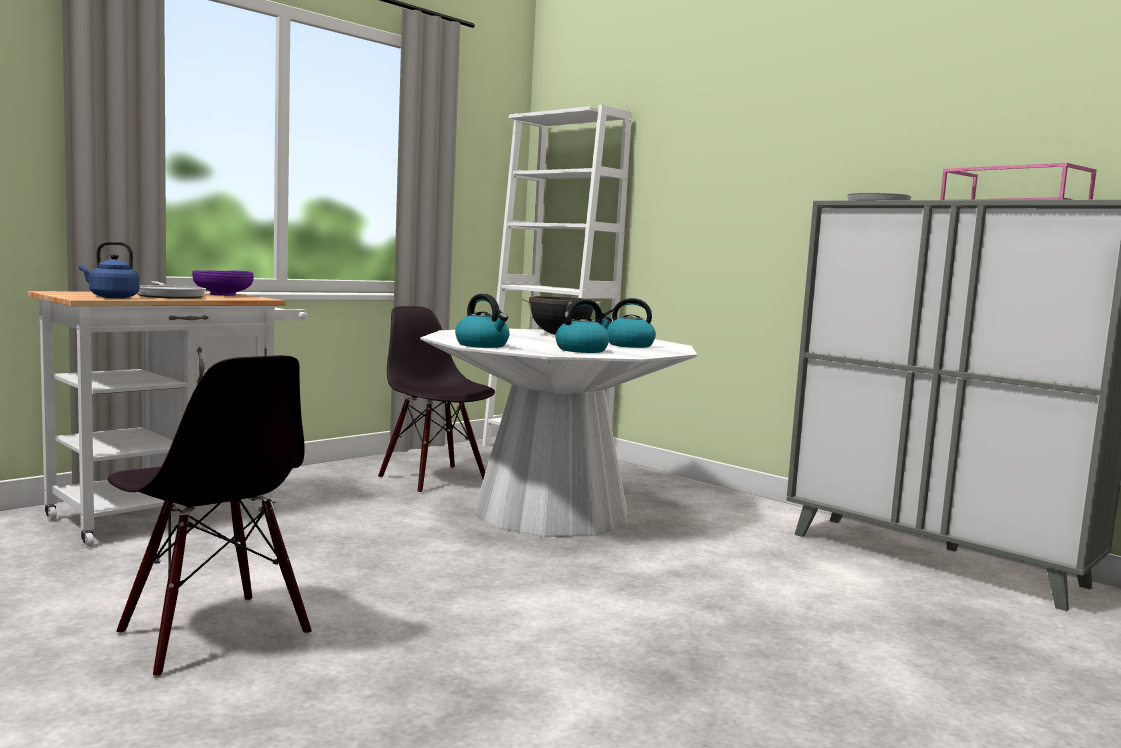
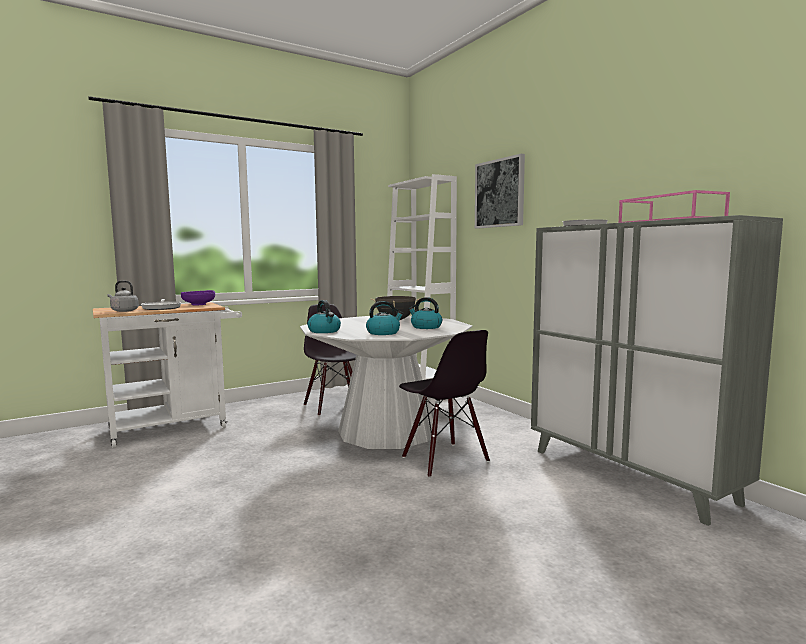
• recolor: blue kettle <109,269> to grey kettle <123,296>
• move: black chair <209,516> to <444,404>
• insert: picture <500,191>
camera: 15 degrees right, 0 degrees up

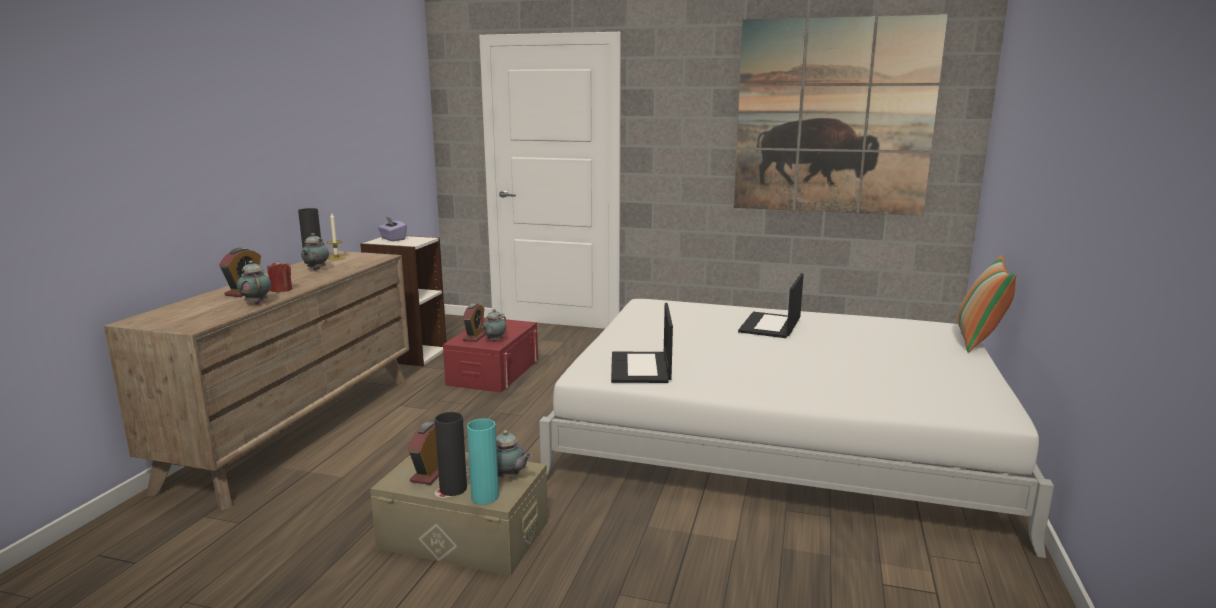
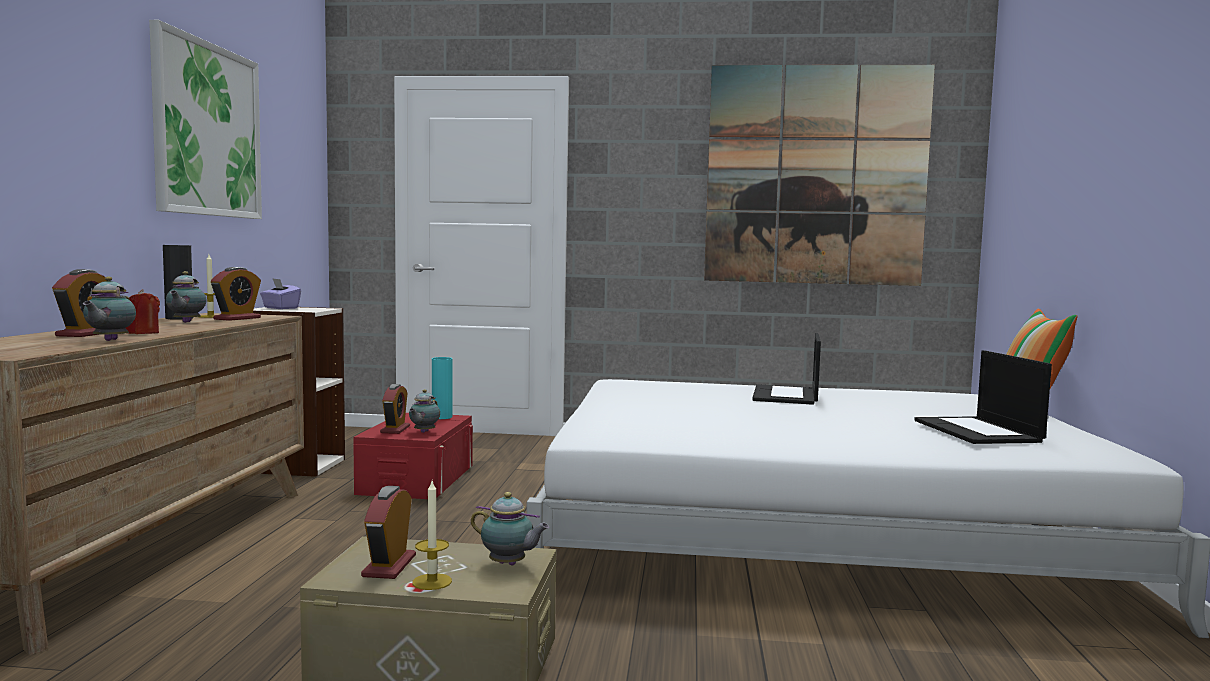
• rotate: teapot <254,282> = <109,308> 135 degrees counterclockwise
• insert: picture <205,119>
• insert: alarm clock <236,294>
• replace: black vase <451,454> to candle <432,535>
• move: turquoise vase <483,462> to <442,388>
• move: laptop <642,343> to <983,397>
camera: 10 degrees left, 10 degrees down

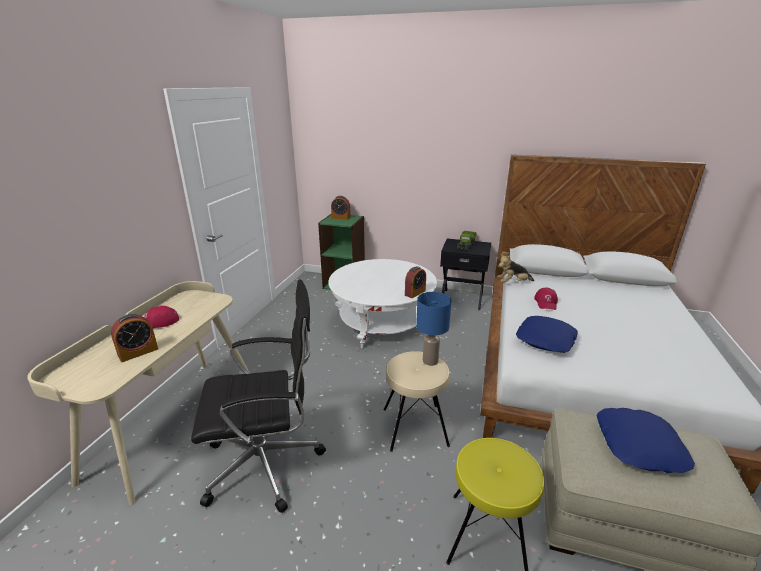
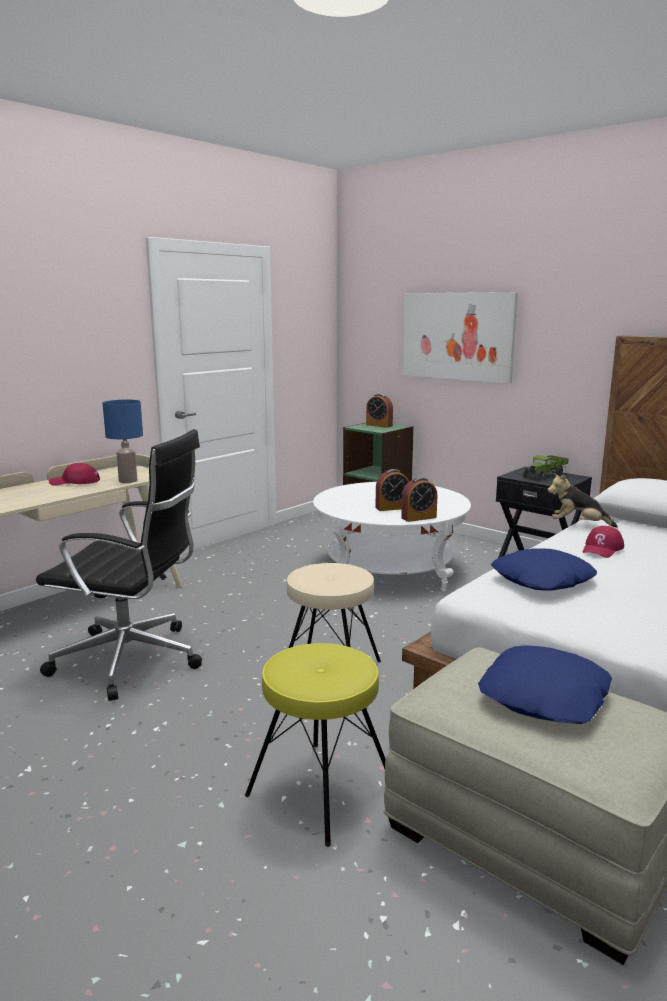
• move: blue table lamp <433,329> to <123,441>
• move: alarm clock <134,338> to <392,490>
• insert: picture <460,338>
camera: 25 degrees right, 10 degrees down

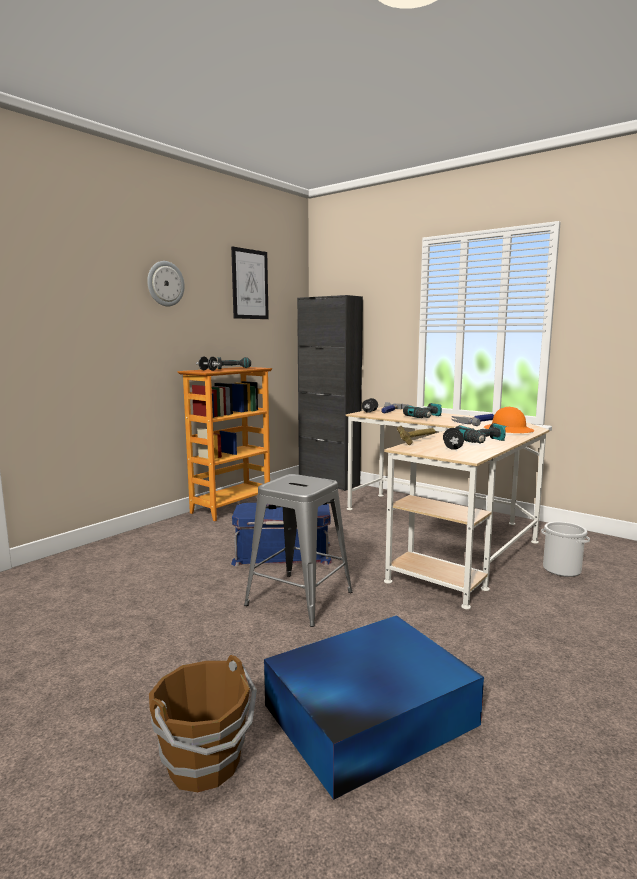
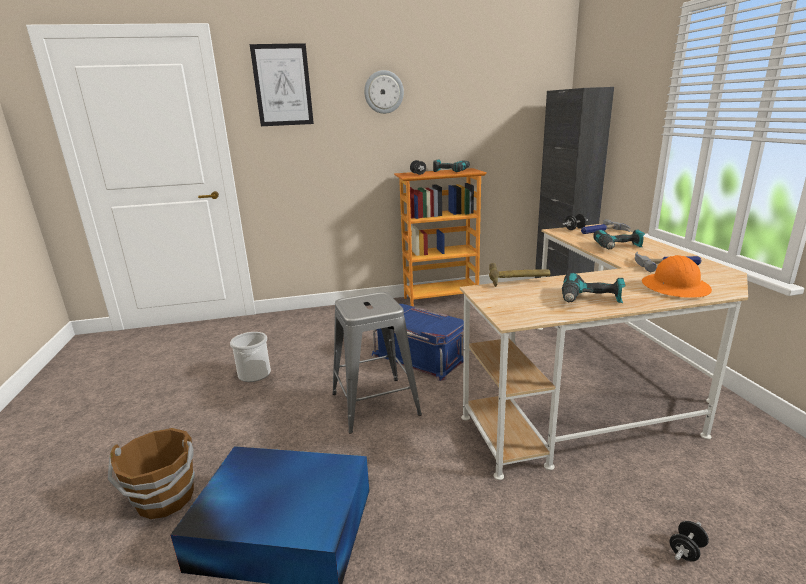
• move: bucket <565,549> to <250,357>
• move: picture <250,282> to <282,84>
• move: black dumbbell <453,439> to <689,541>
camera: 40 degrees right, 10 degrees up

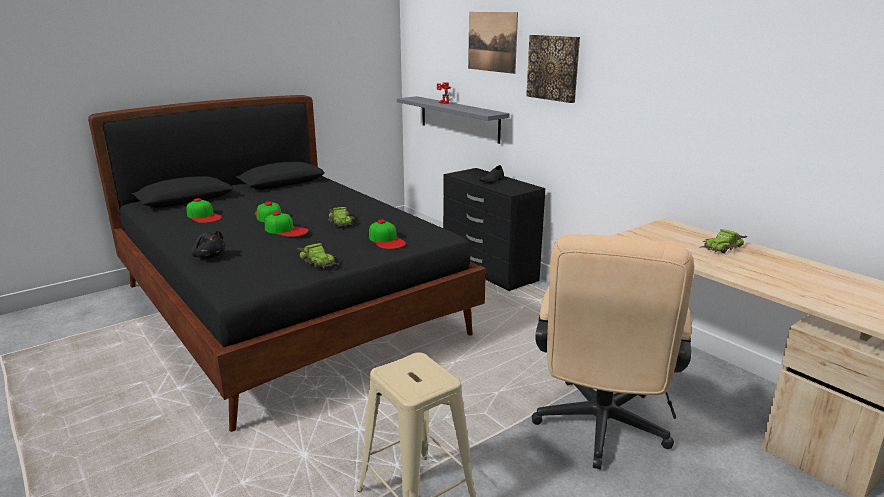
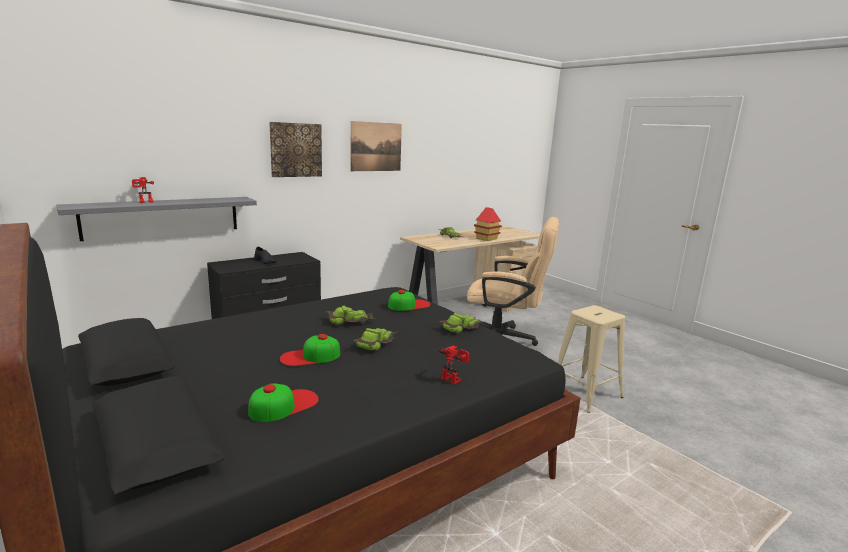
• move: picture <493,43> to <376,146>
• replace: cap <286,224> to toy car <375,339>
• replace: black plush toy <208,244> to toy robot <454,365>
• insert: toy house <488,224>
camera: 90 degrees left, 5 degrees down

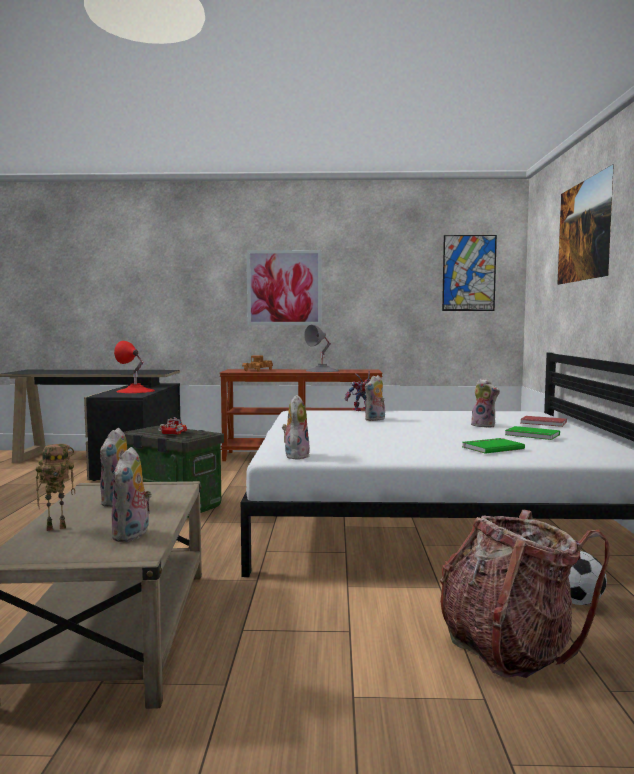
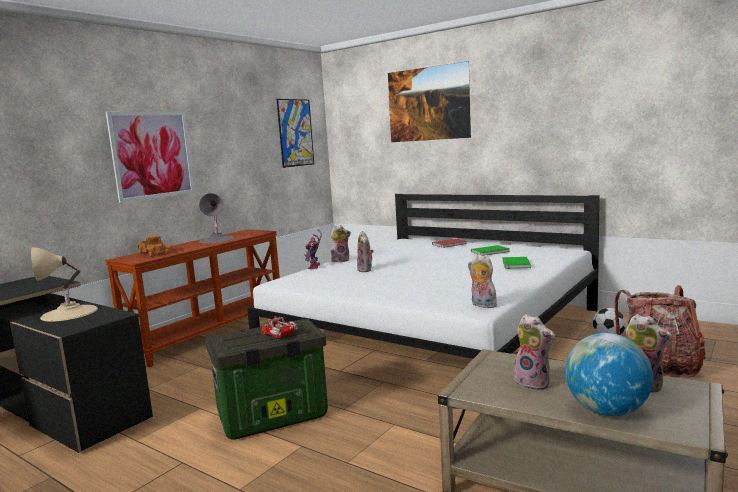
• recolor: red table lamp <134,367> to beige table lamp <64,284>
• move: plush toy <485,403> to <341,243>
• replace: toy robot <55,487> to globe <609,374>
camera: 55 degrees left, 5 degrees up

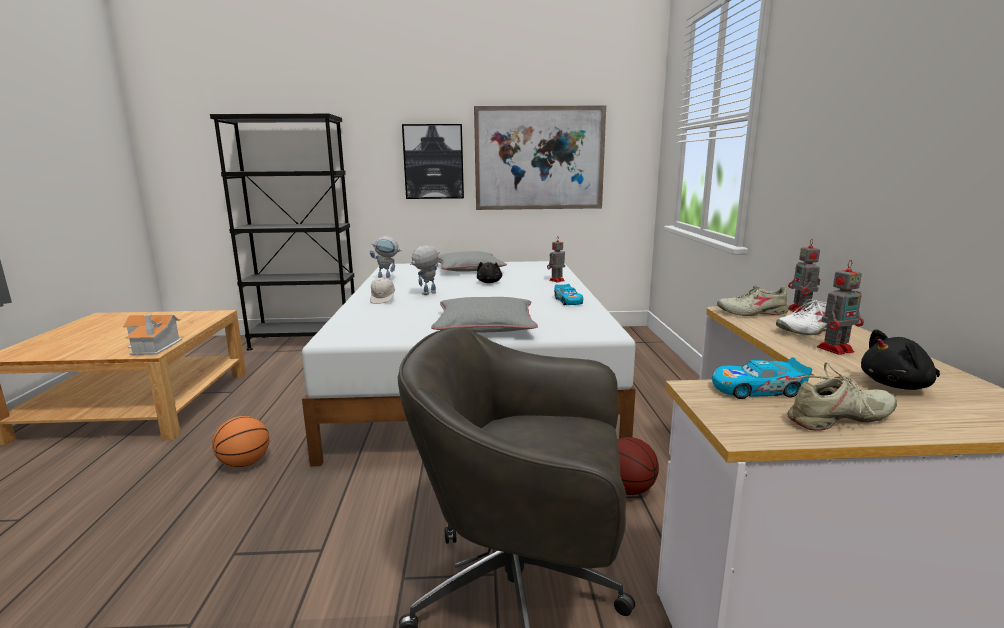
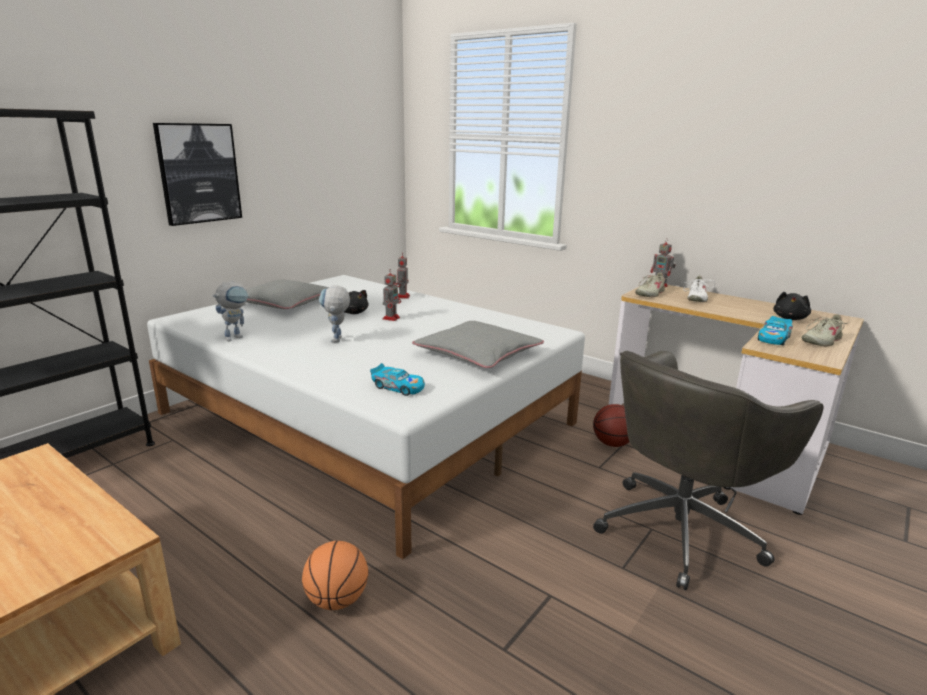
• move: toy car <568,294> to <397,379>
• move: toy robot <840,307> to <392,295>
• rotate: beige shoe <842,396> = <825,330> 150 degrees counterclockwise
• delete: toy house <152,334>
• delete: white cap <382,290>
• delete: picture <540,158>
camera: 50 degrees left, 5 degrees up

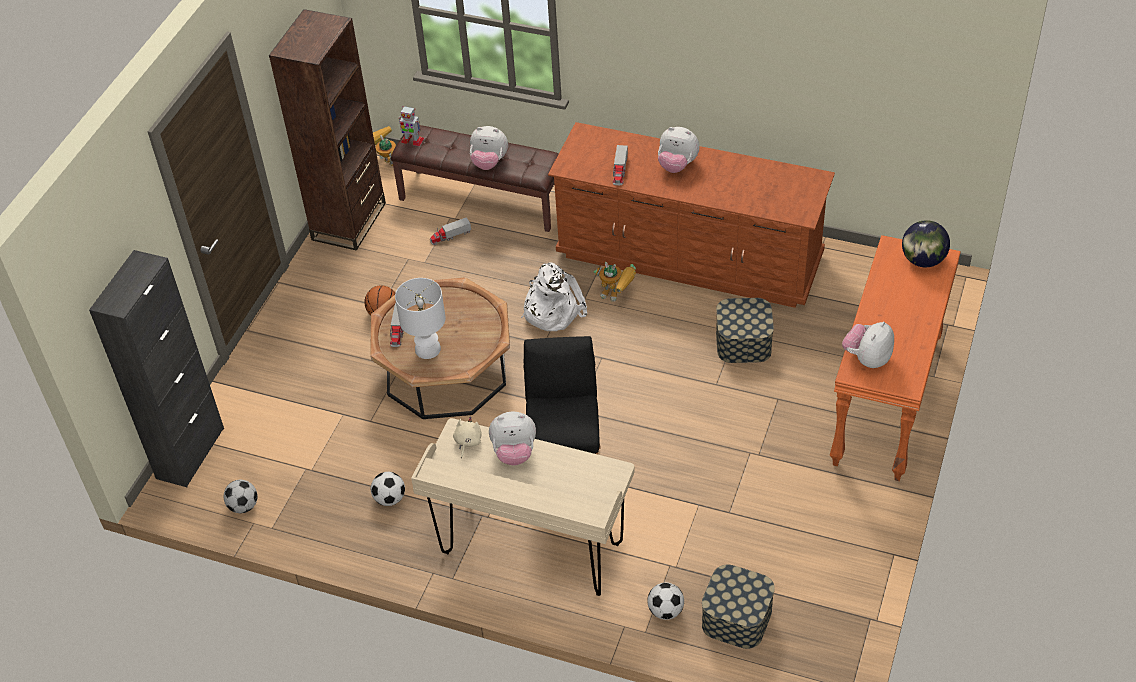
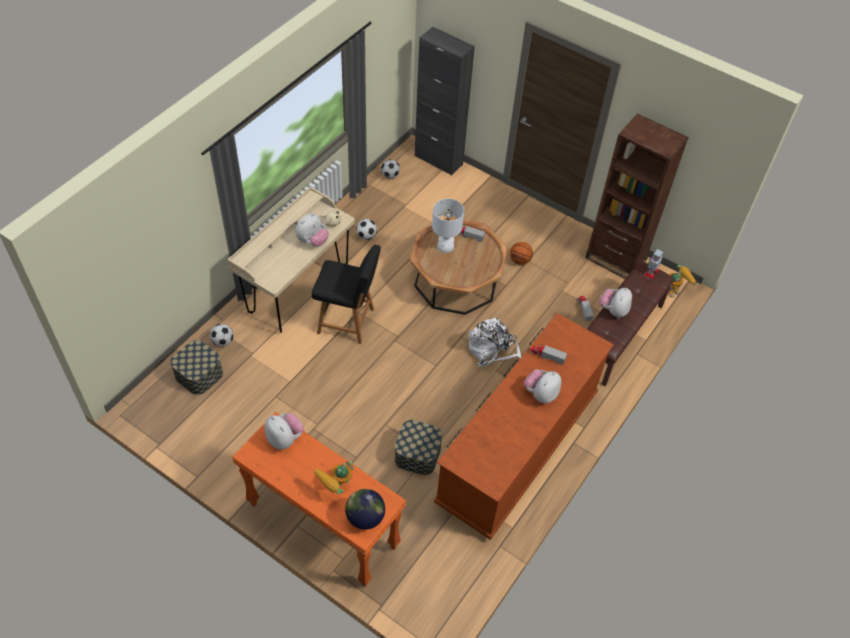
• rotate: plush toy <512,439> = <312,229> 150 degrees counterclockwise
• move: toy robot <615,282> to <334,477>
camera: 100 degrees right, 5 degrees up

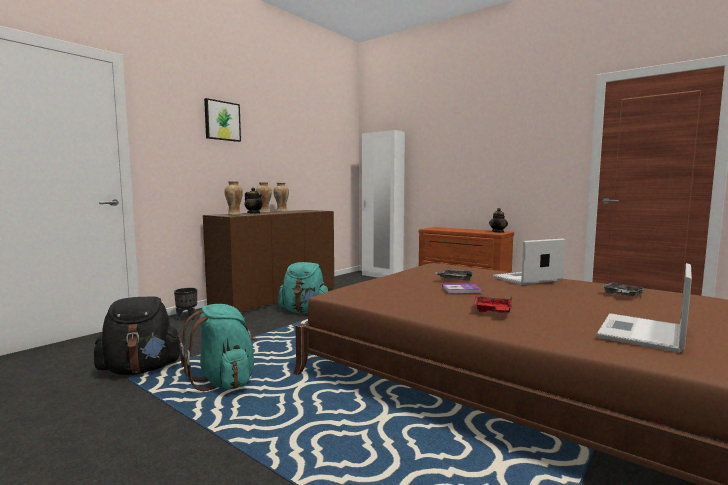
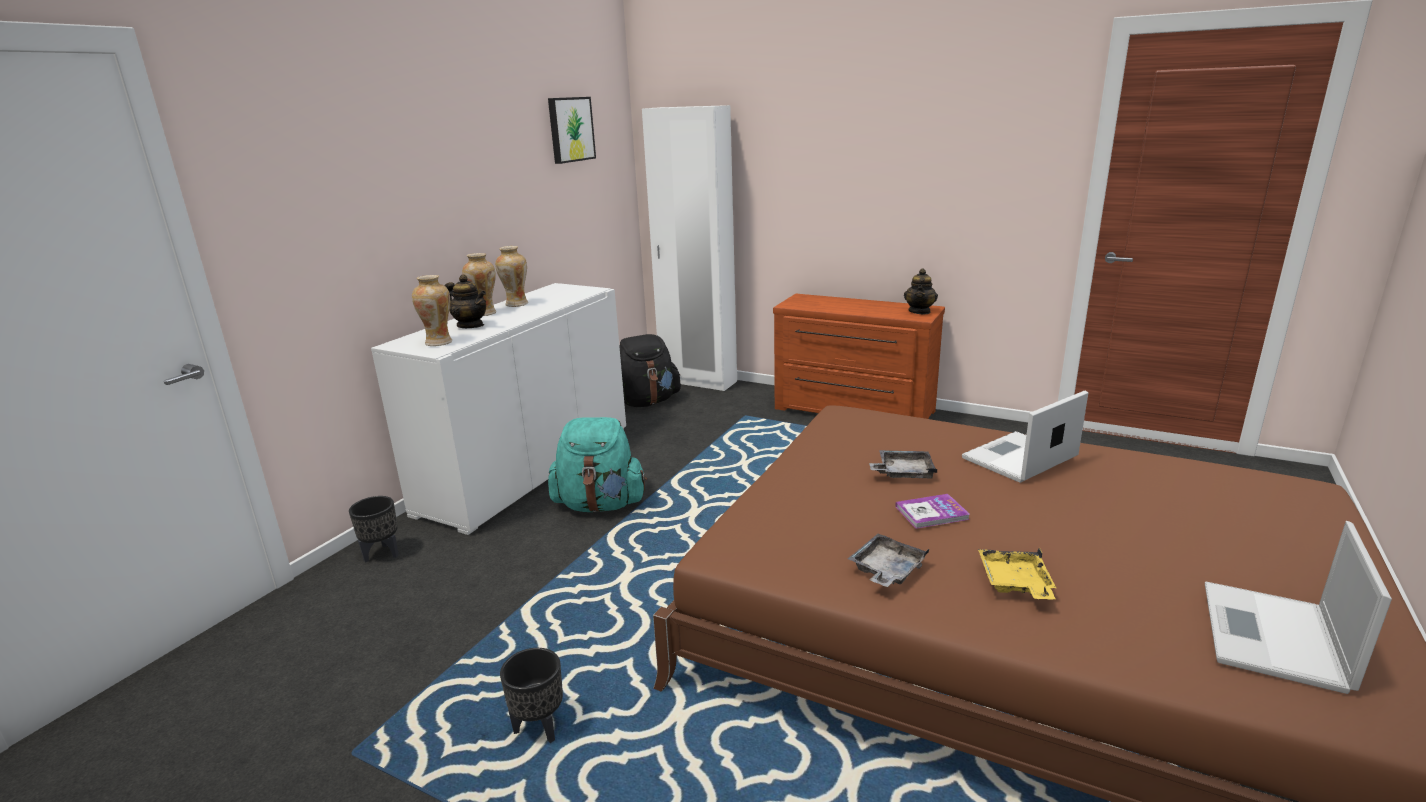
• recolor: brown cabinet <268,261> to white cabinet <498,409>
• replace: turquoise backpack <218,347> to black planter <531,695>
• move: picture <222,120> to <572,130>
• move: black backpack <138,336> to <650,370>
• move: grey tray <624,289> to <888,560>
• recolor: red tray <493,304> to yellow tray <1017,573>
camera: 10 degrees left, 15 degrees up

